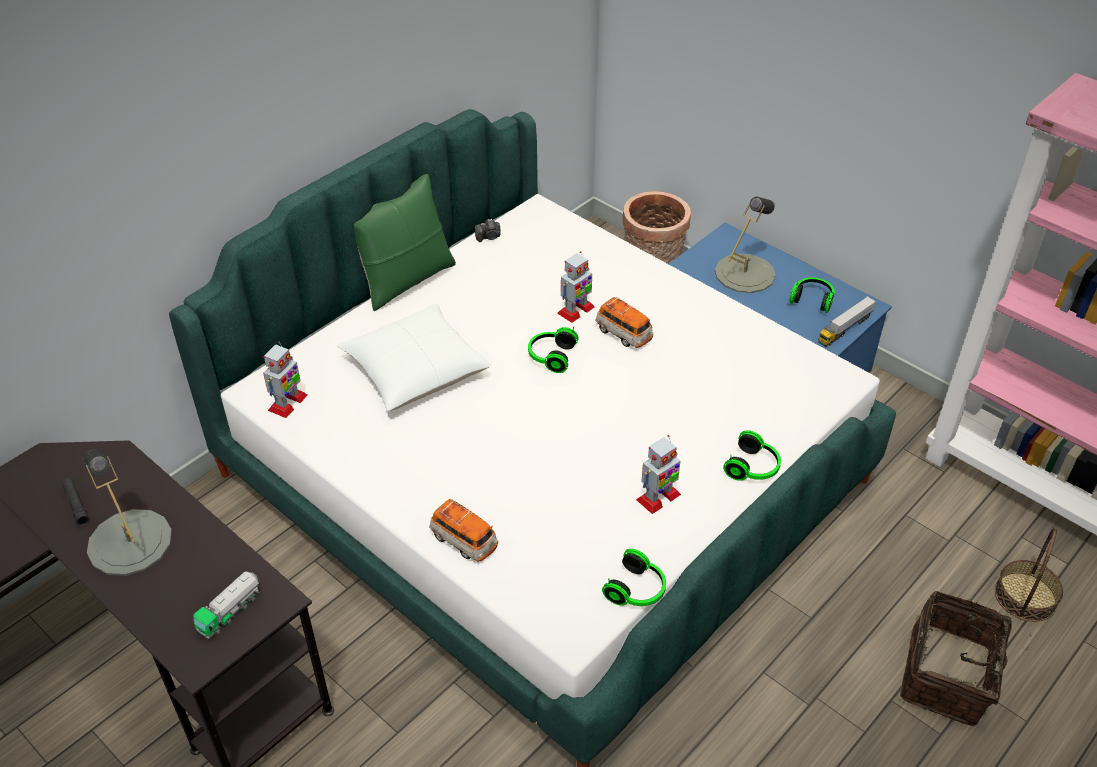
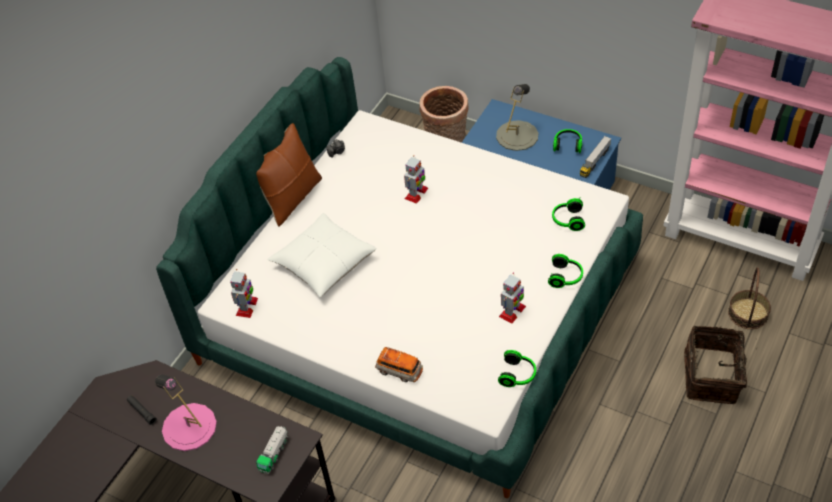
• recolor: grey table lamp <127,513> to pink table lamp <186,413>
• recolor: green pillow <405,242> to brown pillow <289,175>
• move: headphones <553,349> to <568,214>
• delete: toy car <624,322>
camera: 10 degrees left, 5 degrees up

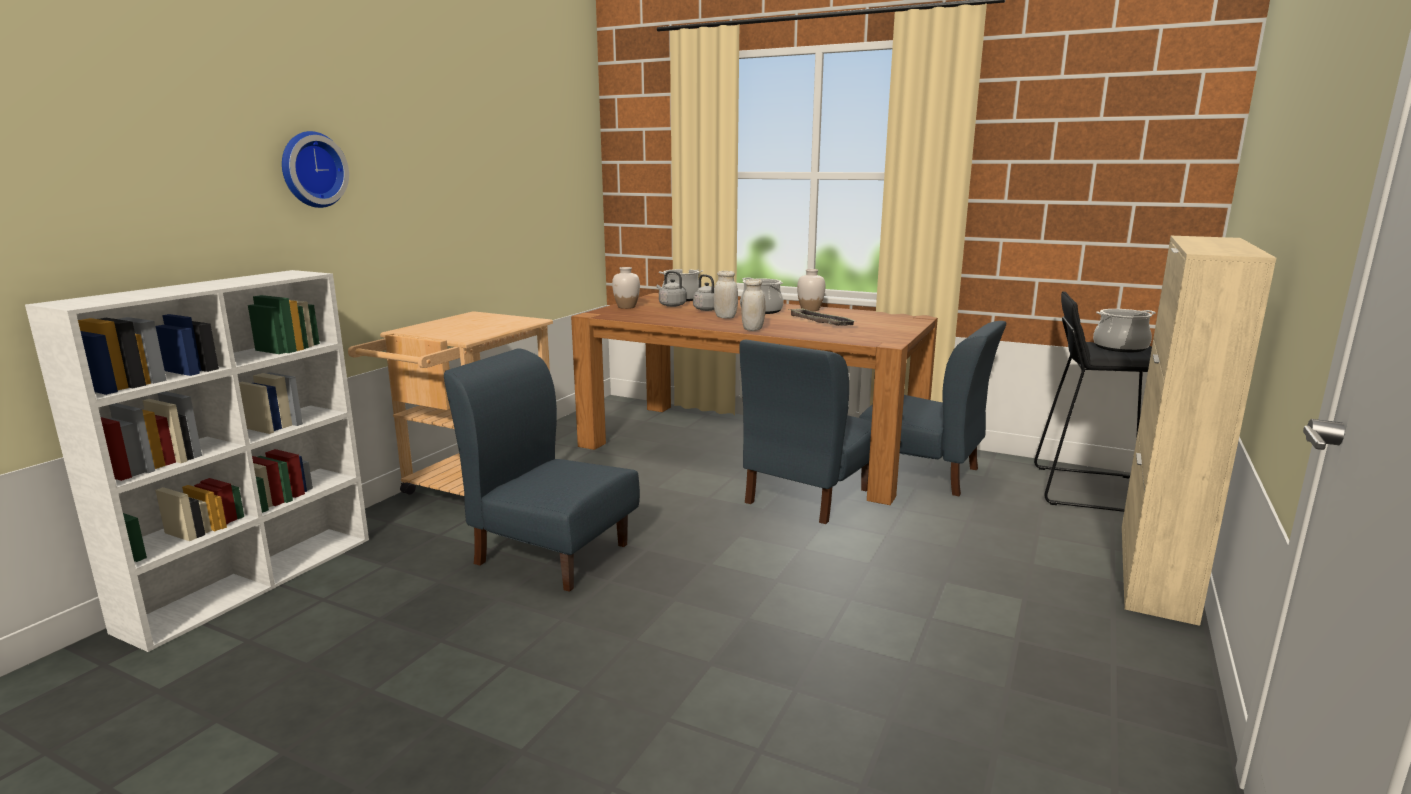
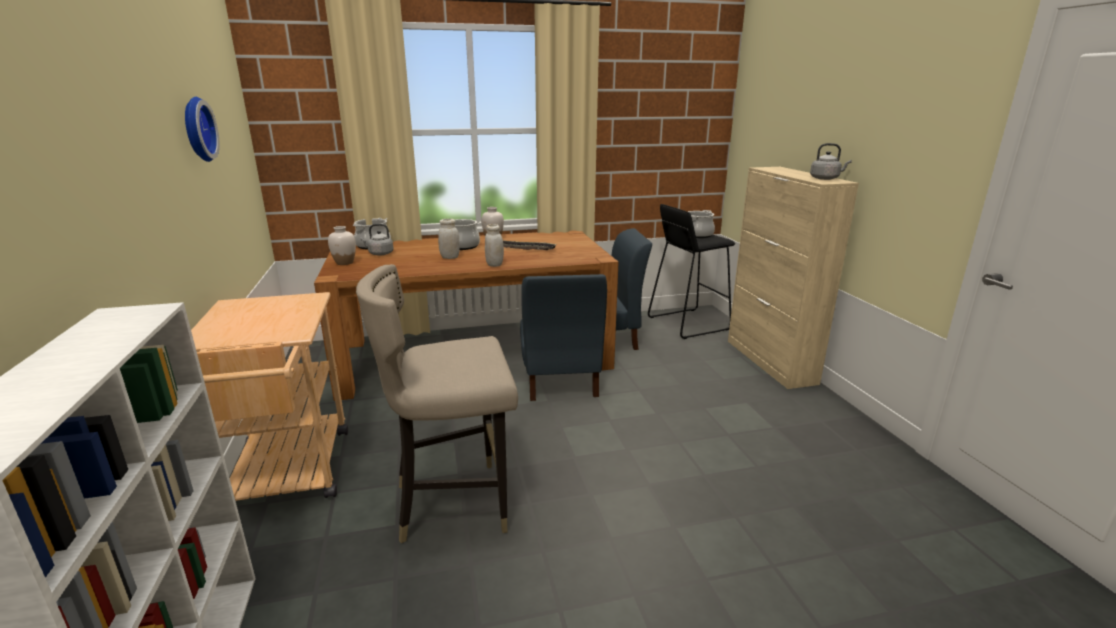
• move: wall clock <315,169> to <202,129>
• replace: blue chair <542,470> to beige stool <437,404>
• move: grey kettle <703,292> to <831,161>
camera: 40 degrees left, 5 degrees up

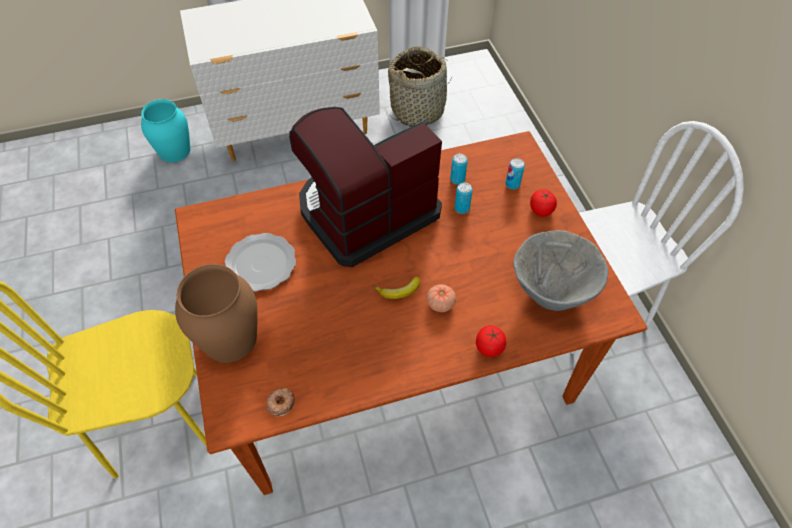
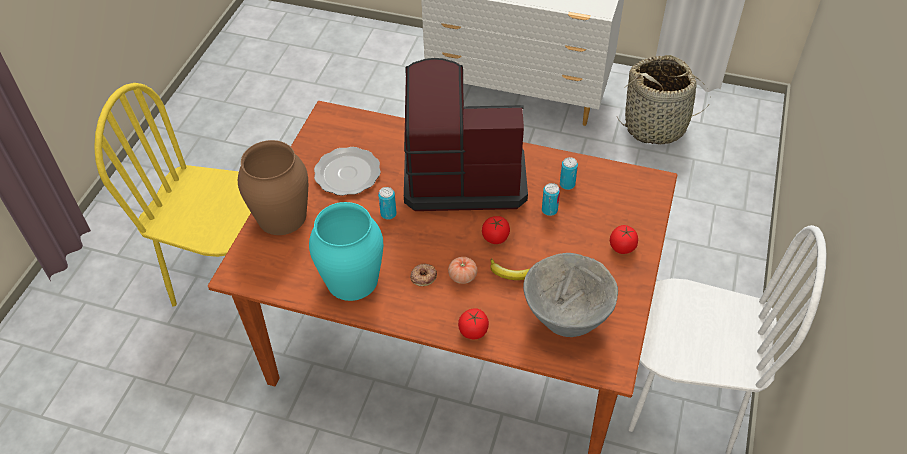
• move: turquoise vase <165,130> to <346,251>
• move: can <515,174> to <387,203>
• move: donut <280,402> to <423,275>
• insert: tomato <496,230>
• move: banana <397,287> to <509,269>
camera: 35 degrees right, 5 degrees down

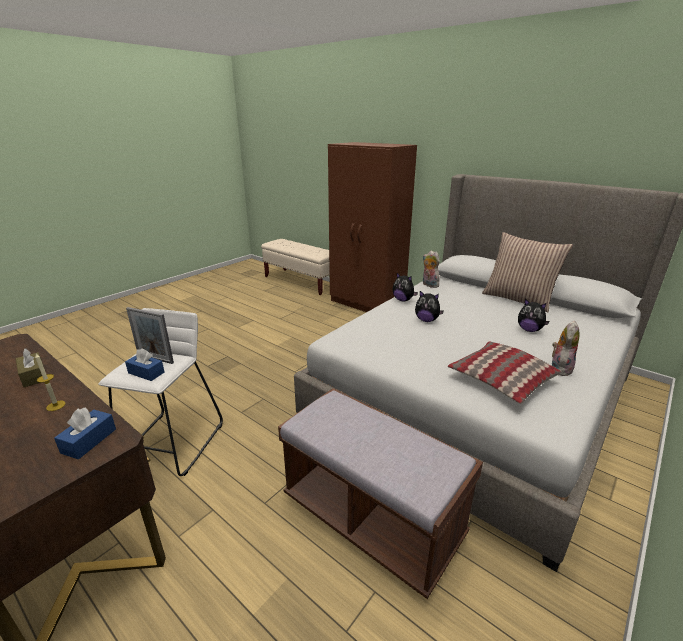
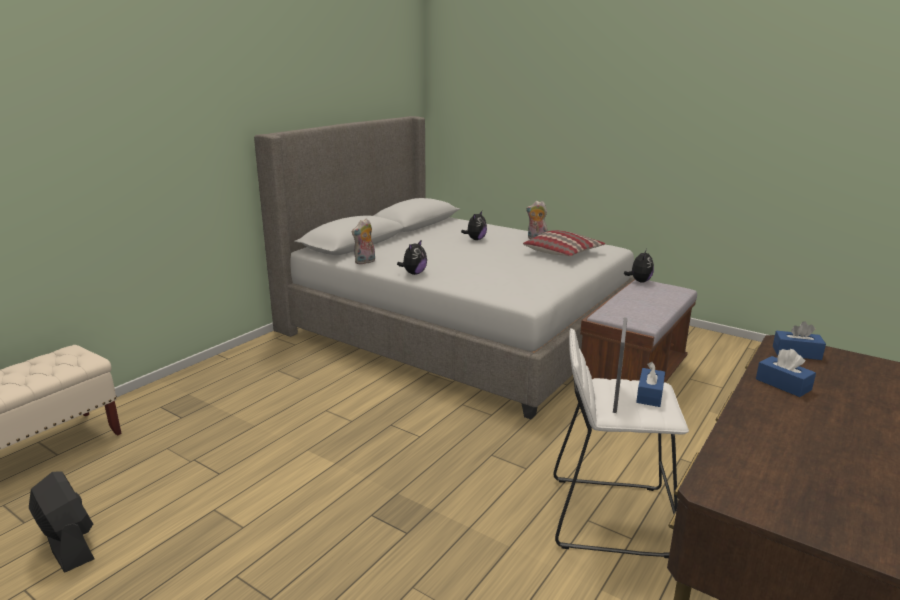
• insert: black fan <62,522>
• move: plush toy <429,306> to <639,266>
• replace: candle <50,382> to blue tissue box <786,373>
• delete: brown tissue box <30,367>
• delete: brown wardrobe <372,227>
• delete: pillow <527,272>
camera: 95 degrees left, 5 degrees down

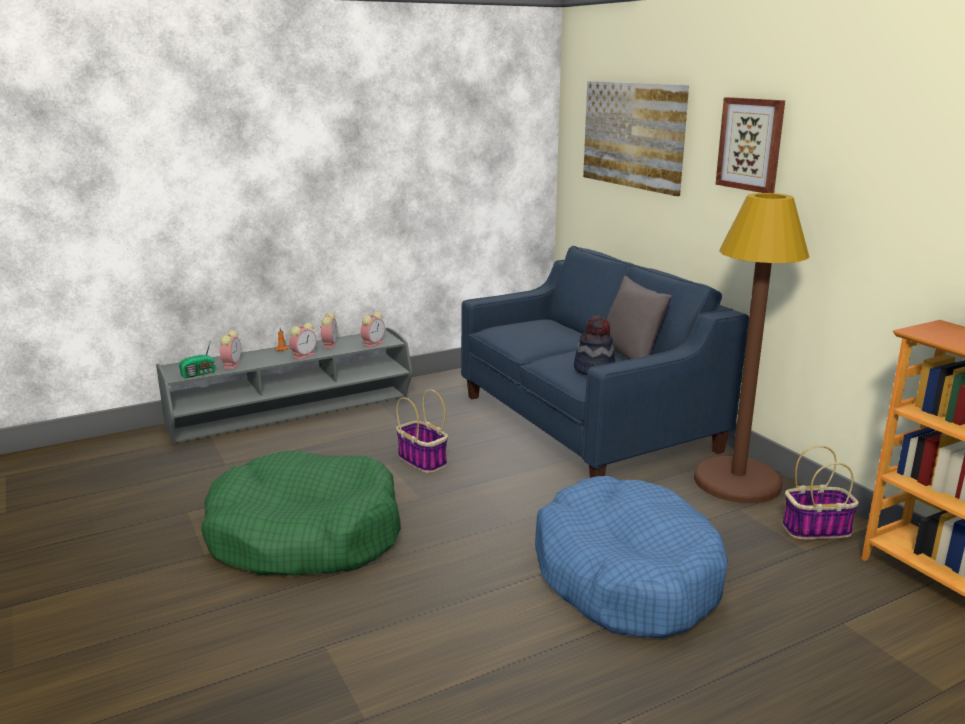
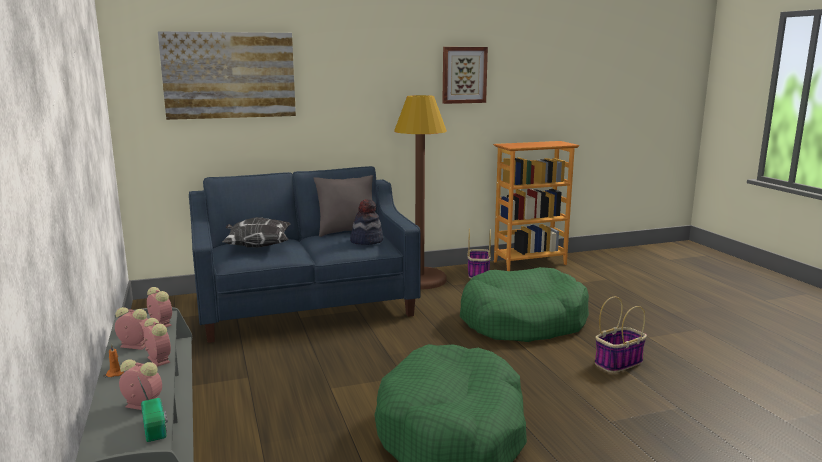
• insert: pillow <256,232>
• move: picture <750,145> to <465,75>
• recolor: blue dog bed <631,557> to green dog bed <524,304>
• move: basket <422,431> to <621,335>
camera: 80 degrees left, 5 degrees down

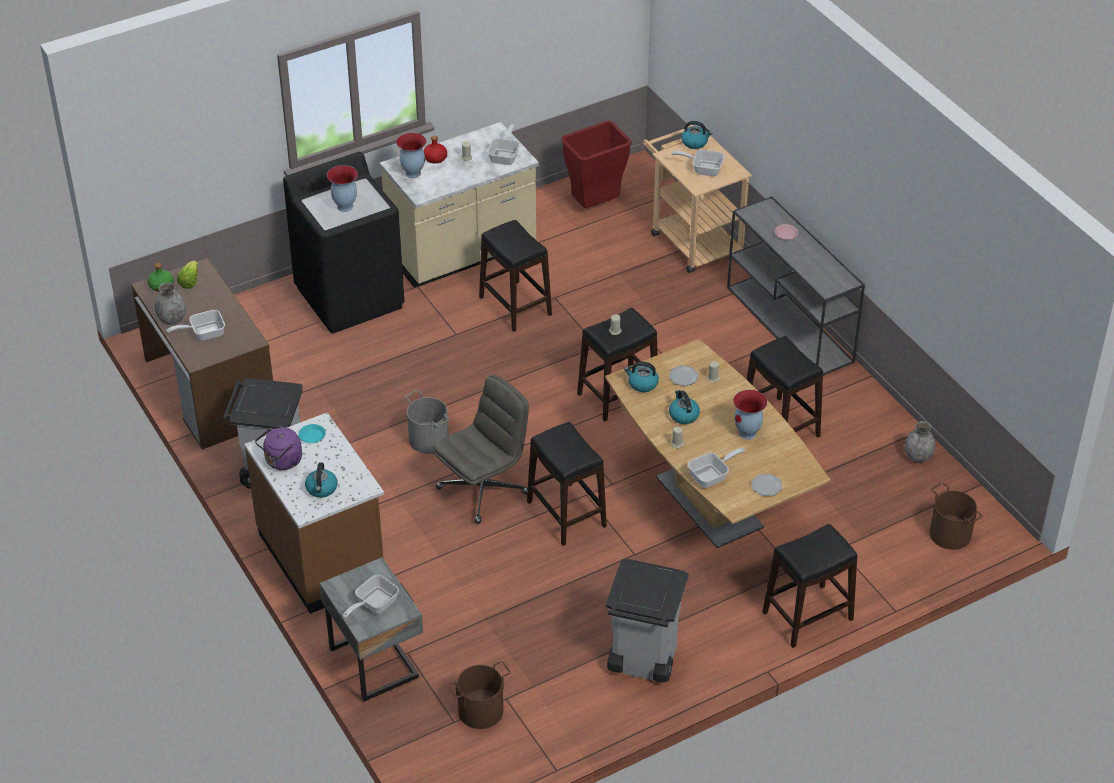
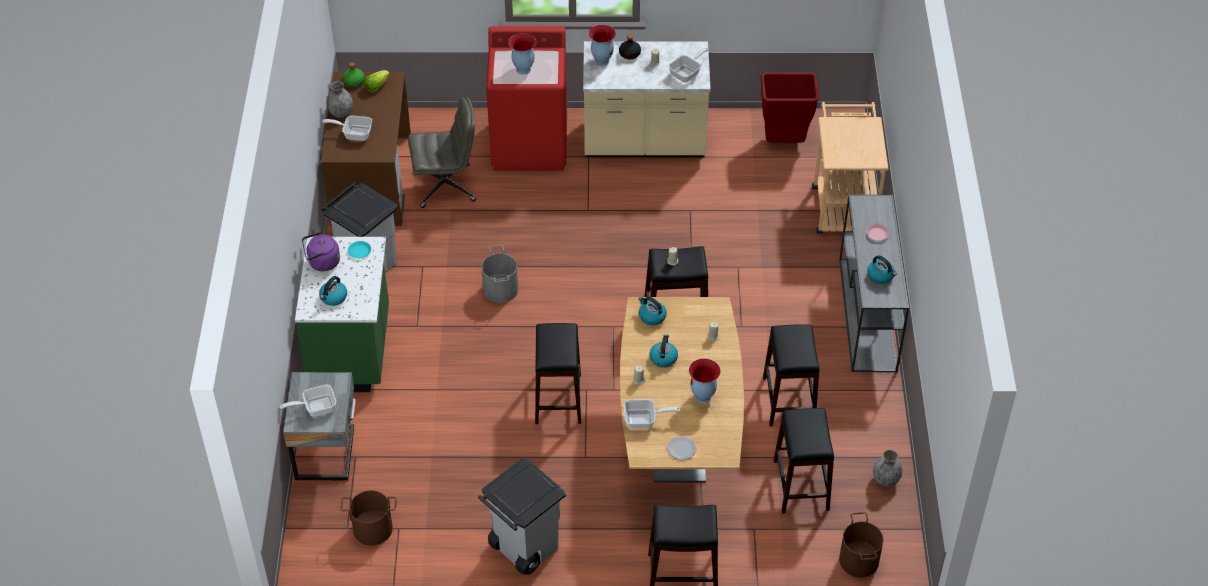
• recolor: brown counter <314,513> to green counter <342,314>
• move: grey office chair <480,449> to <442,152>
• recolor: black washing machine <343,243> to red washing machine <526,98>
• recolor: red bottle <435,149> to black bottle <630,47>
• move: black stool <515,276> to <804,460>
• move: kettle <696,135> to <882,269>
• delete: plate <684,375>
• delete: frying pan <697,163>
camera: 30 degrees right, 5 degrees up

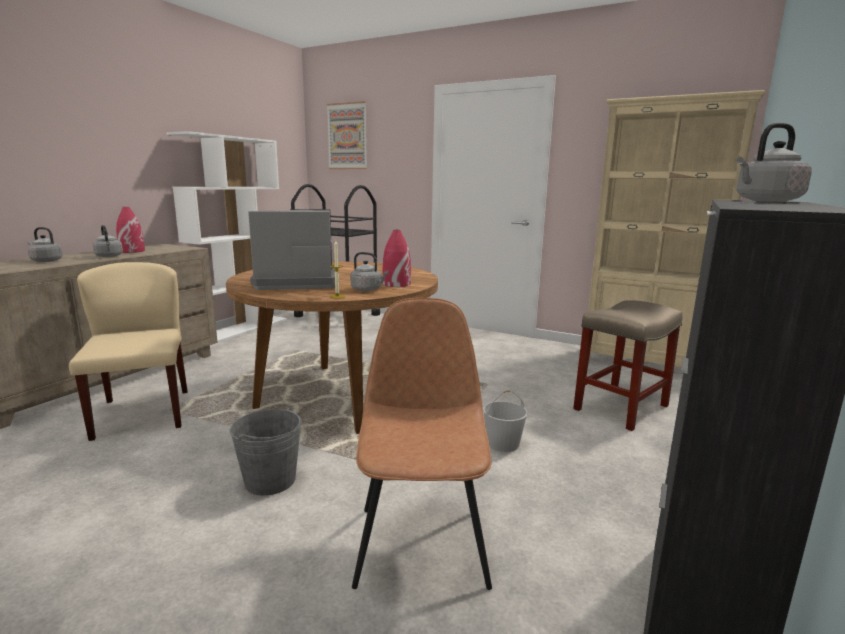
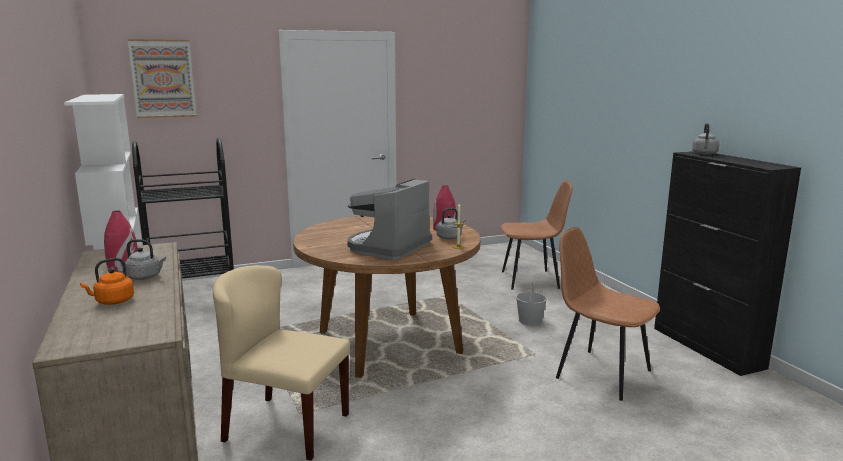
• recolor: grey kettle <45,244> to orange kettle <107,281>
• replace: beige stool <628,365> to brown chair <536,235>
• delete: grey bucket <266,451>
• delete: beige bookcase <676,228>
camera: 50 degrees left, 0 degrees up

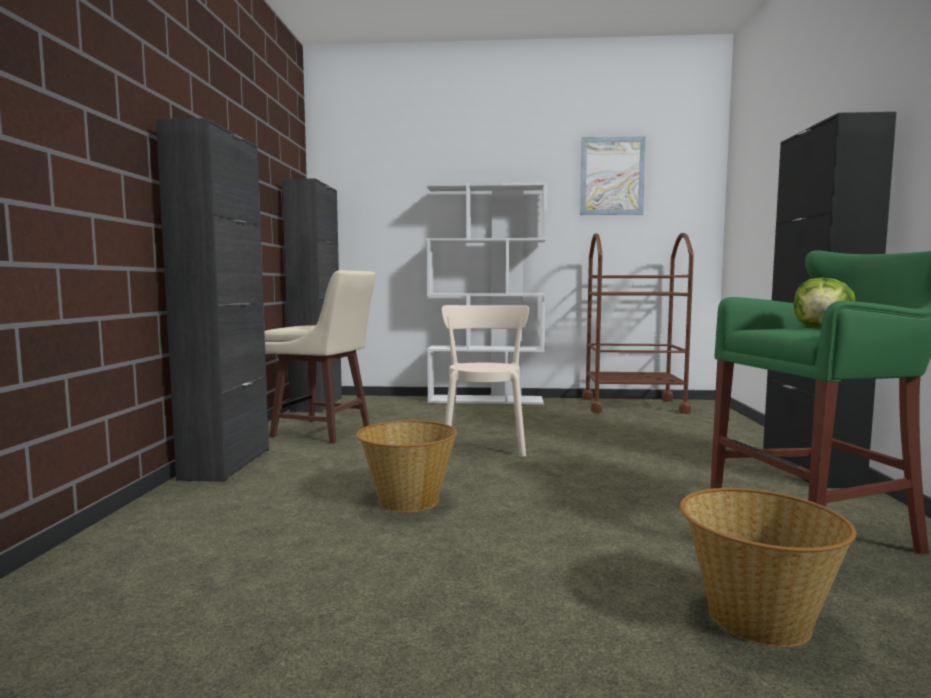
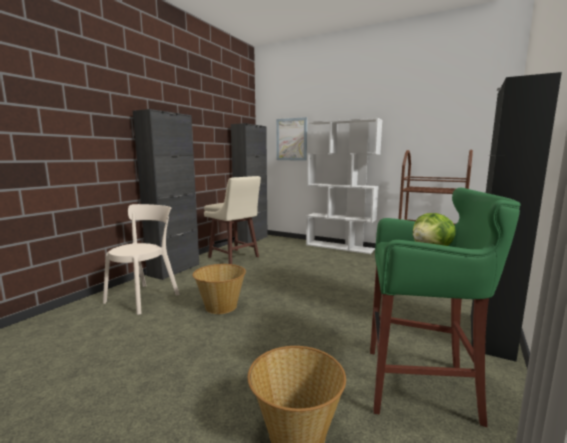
• move: beige chair <485,381> to <141,259>
• move: picture <613,175> to <291,138>
camera: 25 degrees right, 5 degrees up

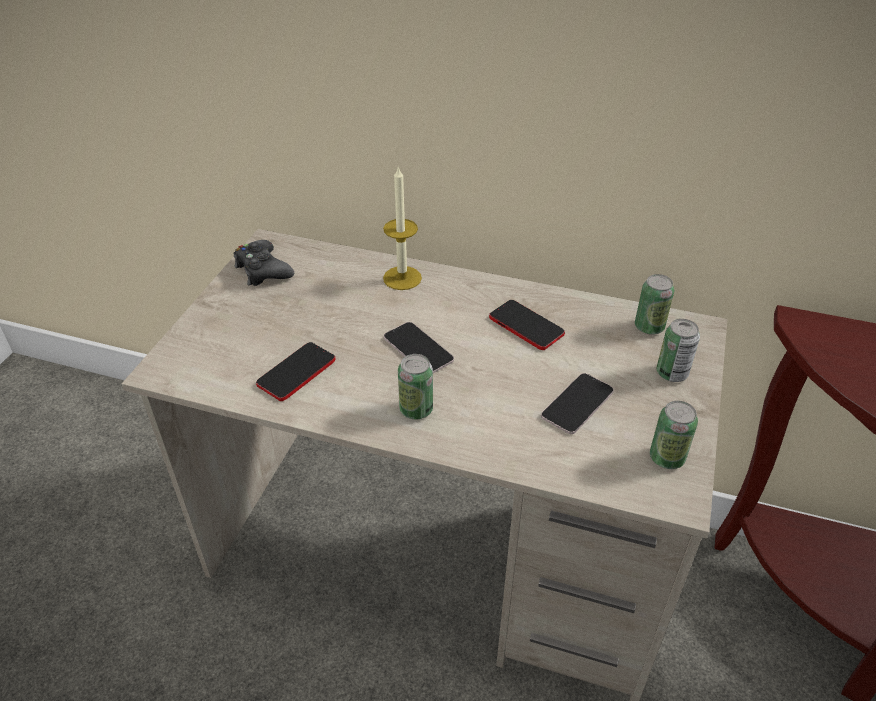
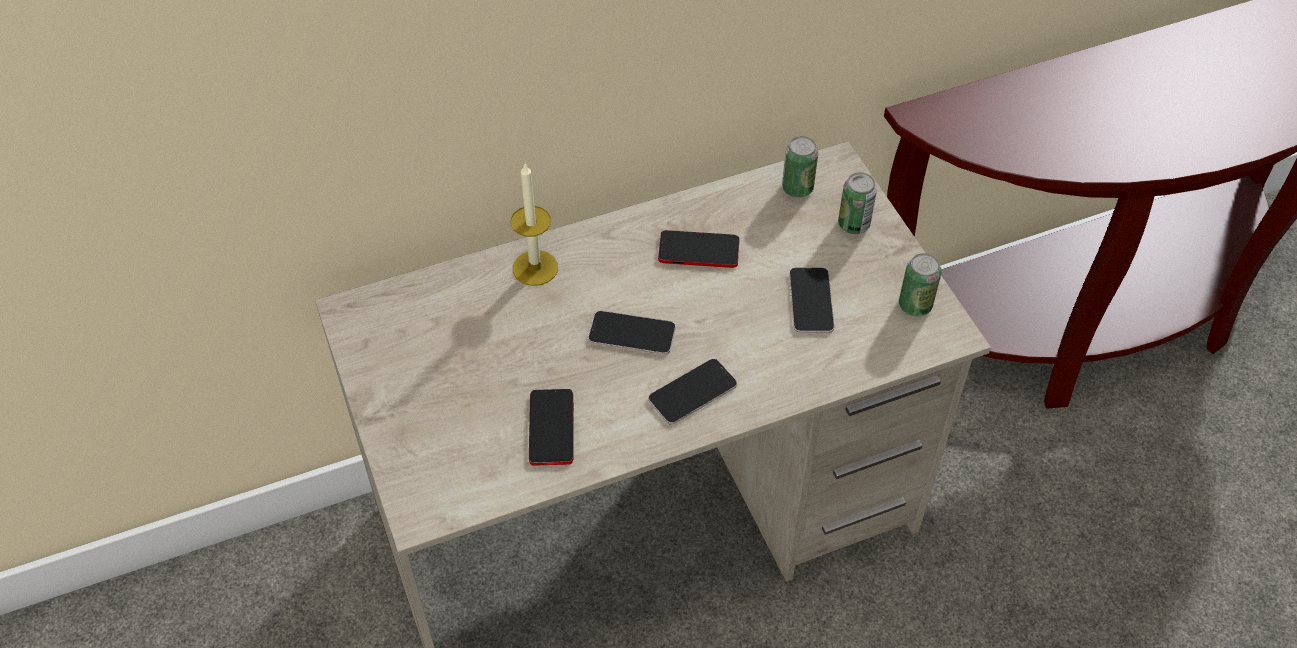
• replace: can <415,386> to phone <692,391>
• delete: black game controller <264,263>
camera: 40 degrees left, 10 degrees up

